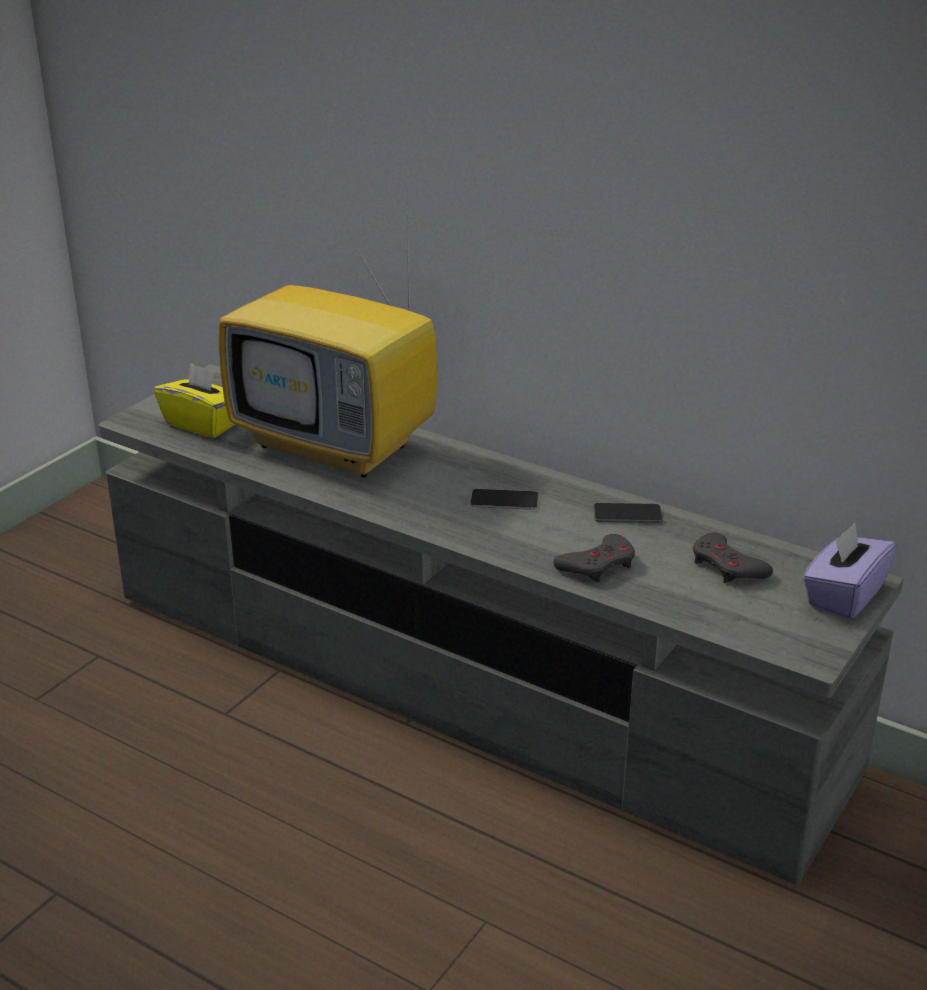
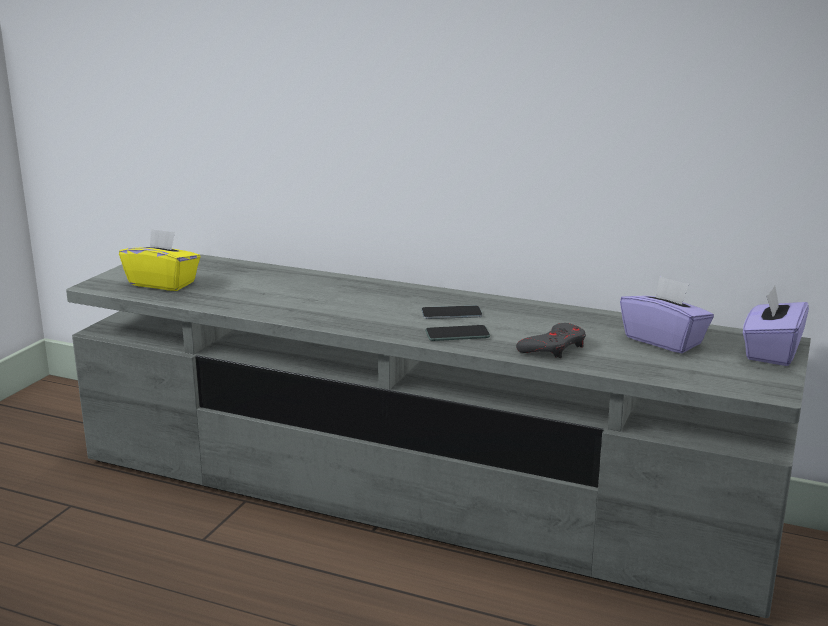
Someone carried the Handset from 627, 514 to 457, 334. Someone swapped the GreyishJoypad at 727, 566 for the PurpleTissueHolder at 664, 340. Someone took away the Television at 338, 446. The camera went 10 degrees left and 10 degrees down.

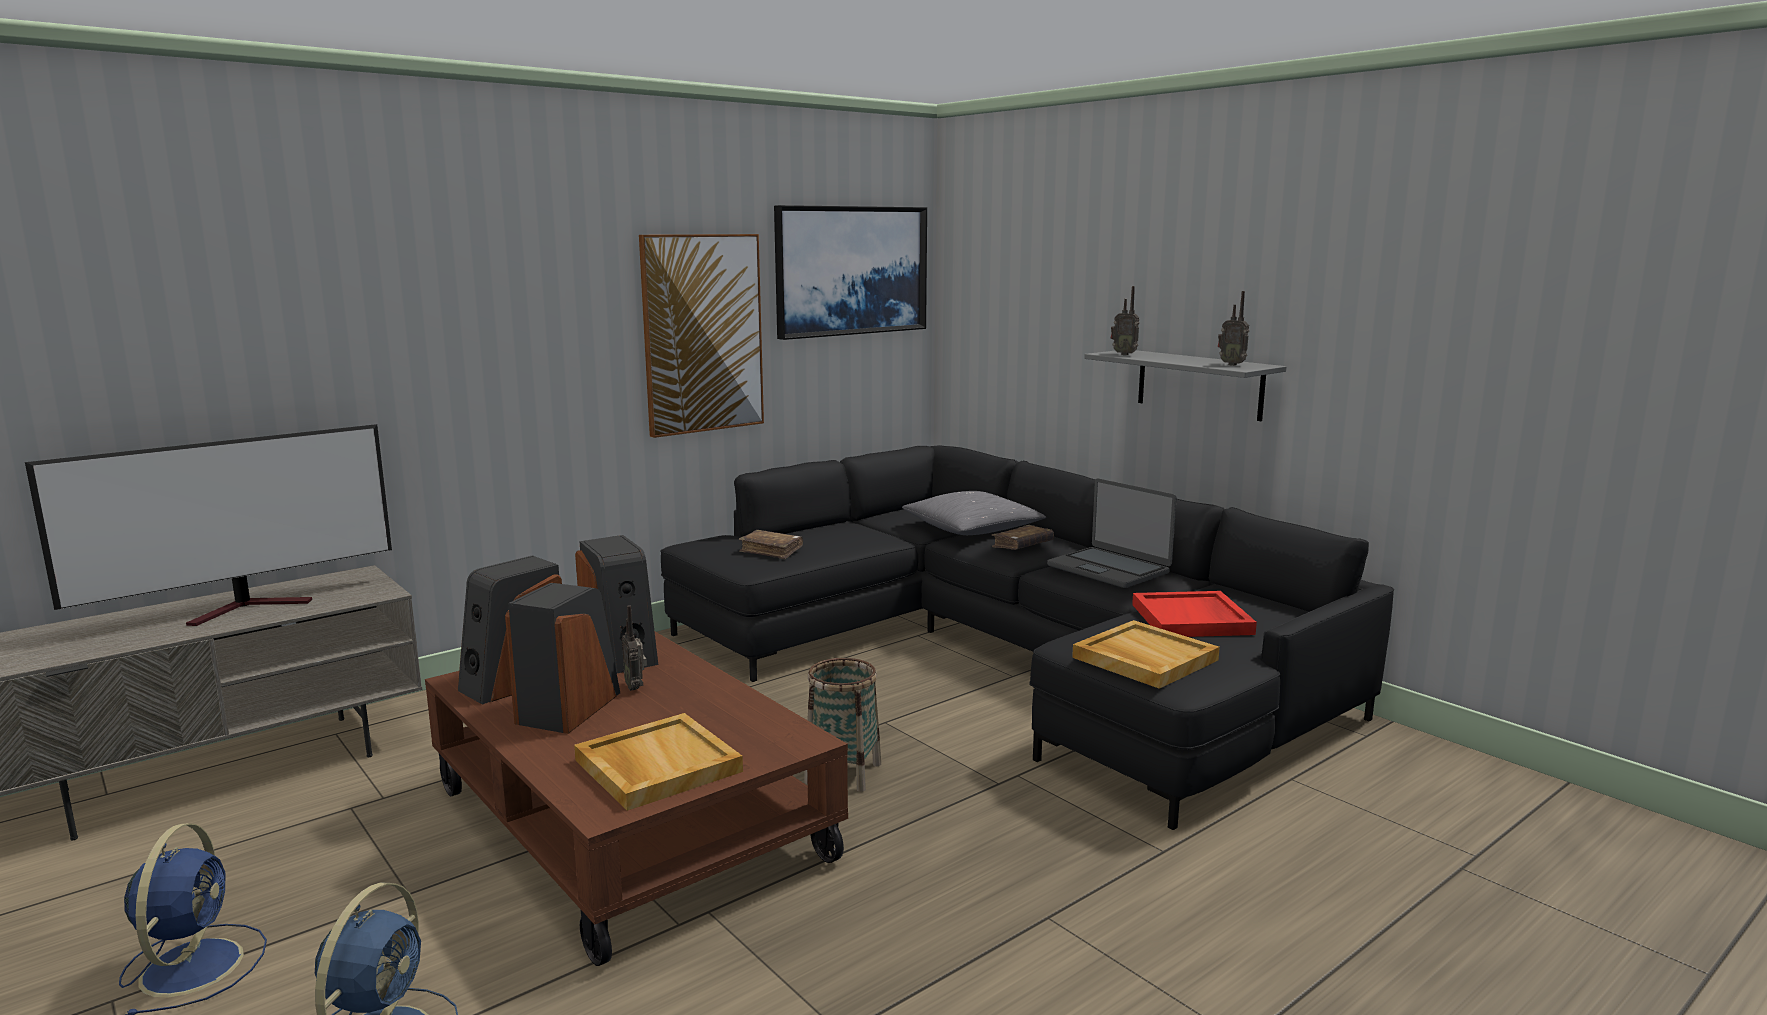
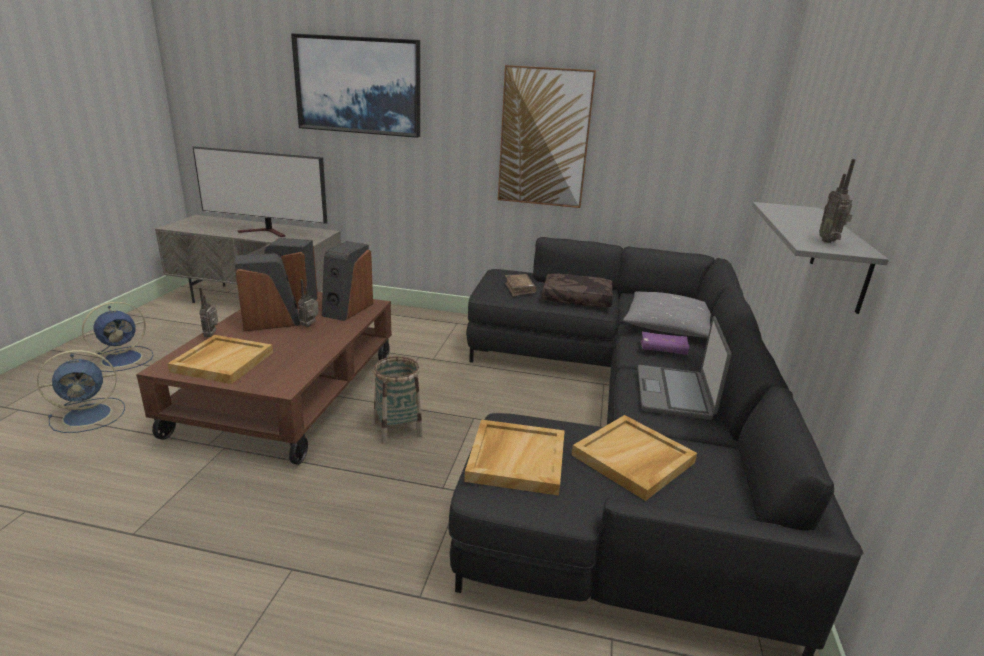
Someone carried the RadioSet from 1124, 354 to 212, 335. Someone carried the Picture from 851, 270 to 358, 85. Someone put down the BrownPillow at 576, 299. Someone repainted the RedTray at 1192, 619, which became the BeigeTray at 633, 459. Someone repainted the BrownBook at 1022, 546, which became the PurpleBook at 663, 349. The camera went 50 degrees right and 10 degrees up.

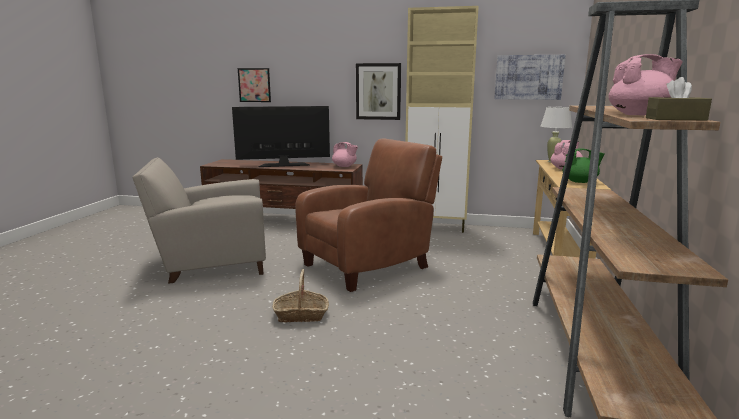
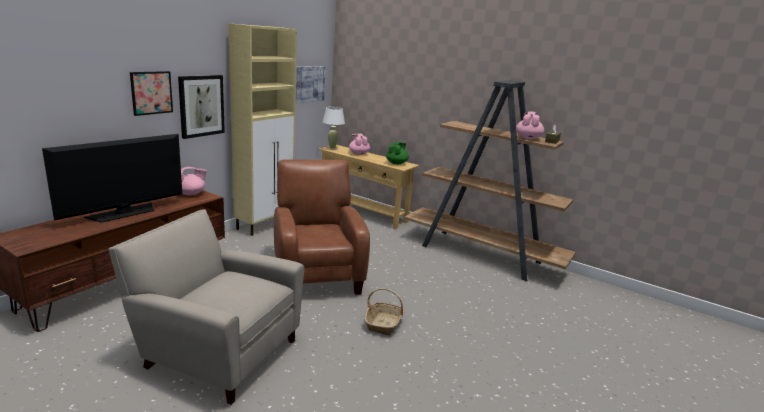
Someone rotated the Television at 284, 165 by 150 degrees counterclockwise. Someone rotated the BeigeLoungeChair at 211, 263 by 105 degrees clockwise. Someone carried the Picture from 254, 85 to 151, 93. The camera went 70 degrees left and 5 degrees up.

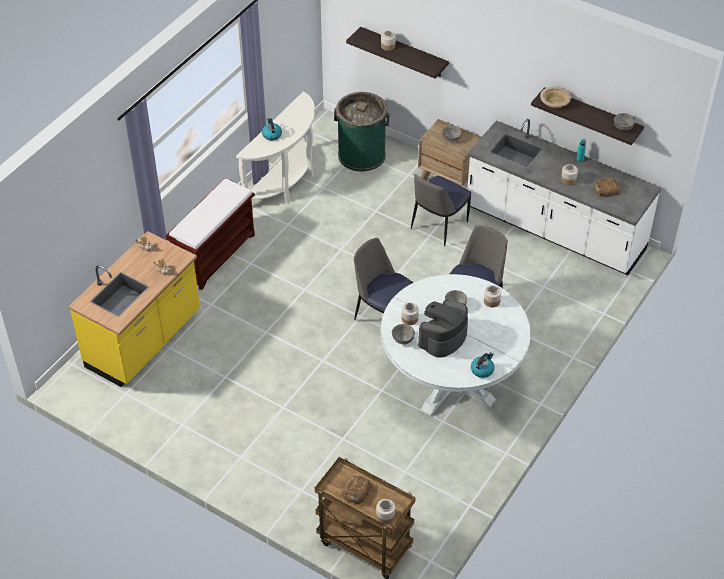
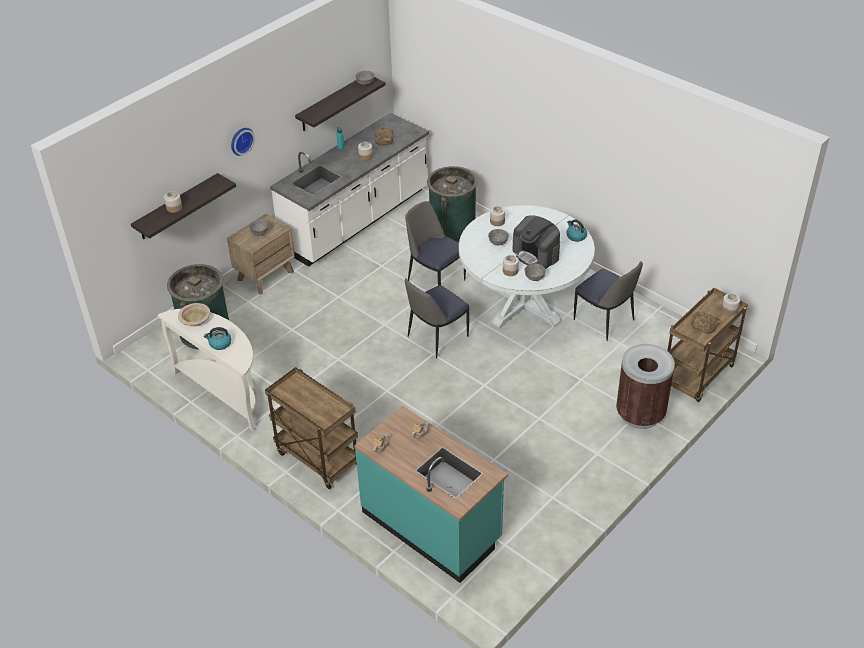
Someone carried the BeigeBowl from 554, 101 to 195, 319. Someone put up the HangingClock at 241, 140. Someone swapped the BrownBench at 215, 254 for the BrownCart at 316, 458. Someone repainted the YellowKitchenCounter at 144, 341, which became the BlueGreenKitchenCounter at 432, 525. Someone put down the GreenColouredWasteBin at 452, 229. Someone carried the Chair from 438, 226 to 605, 321. Someone put down the BrownWasteBin at 640, 414. The camera went 80 degrees left and 5 degrees down.

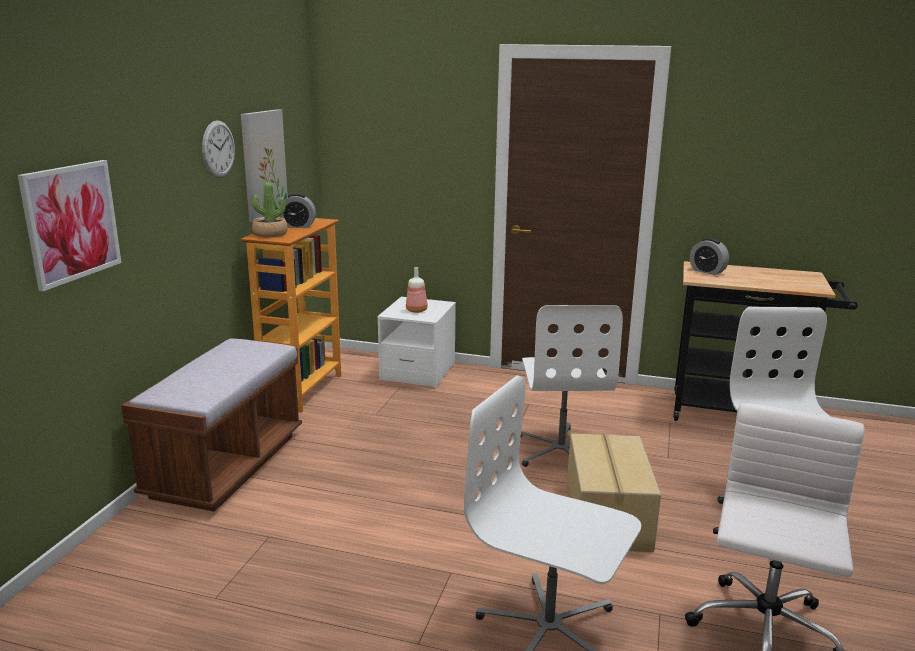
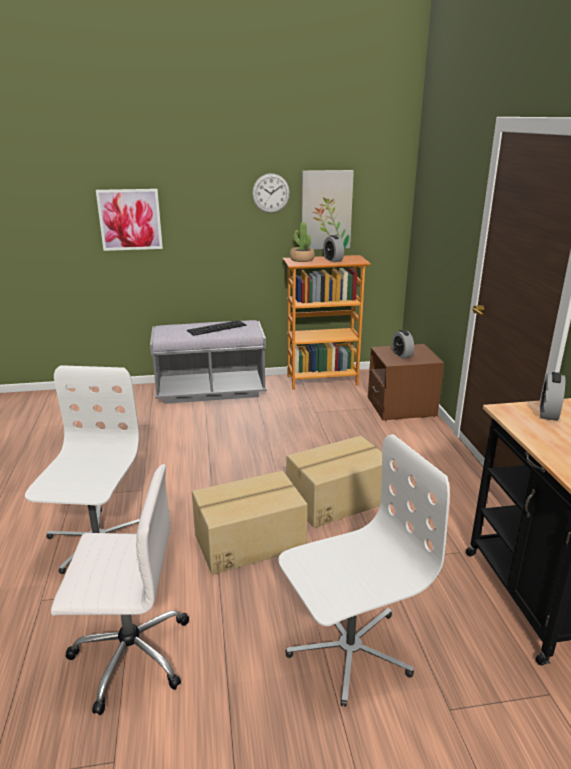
Someone repainted the BrownBench at 226, 465, which became the GreyishBench at 211, 391. Someone put down the Keyboard at 217, 328. Someone swapped the WhiteColouredDeskChair at 561, 451 for the CardboardBox at 336, 499. Someone repainted the WhiteColouredNightstand at 418, 372, which became the BrownNightstand at 401, 407. Someone swapped the BeverageBottle at 417, 310 for the AlarmClock at 401, 355. The camera went 65 degrees right and 5 degrees up.

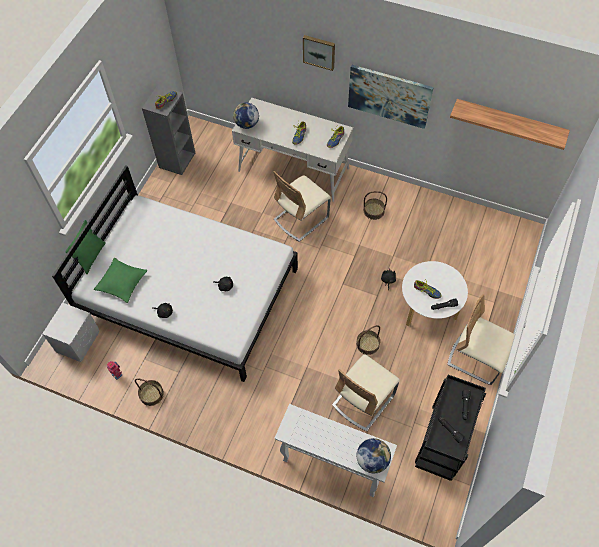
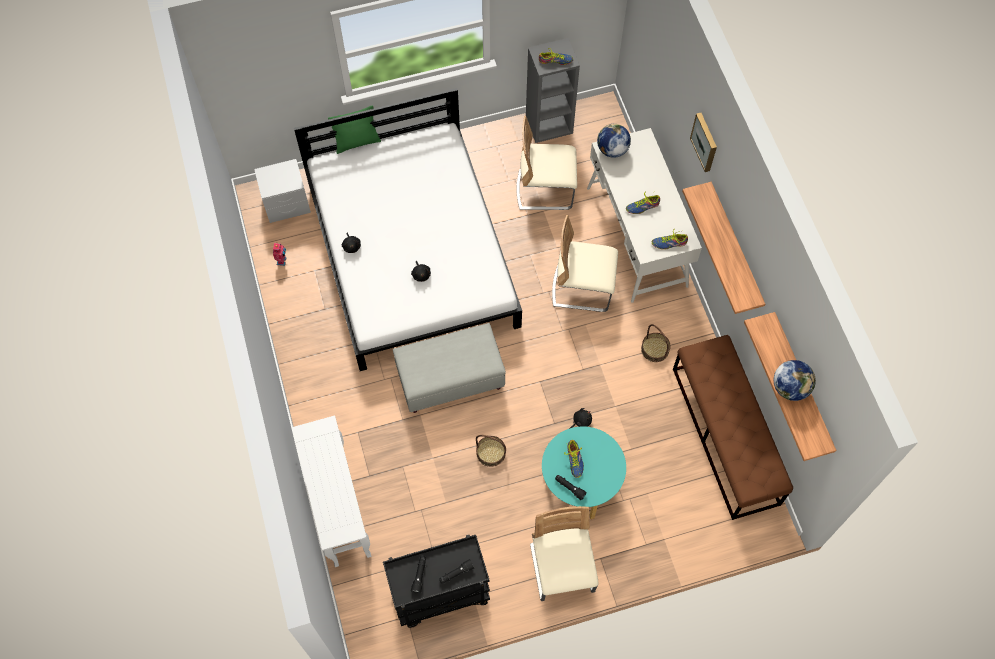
Someone put down the GreyishFootrest at 451, 379. Someone carried the BeigeChair from 363, 400 to 545, 190. Someone repainted the WhiteColouredCoffeeTable at 428, 309, which became the BlueGreenCoffeeTable at 580, 483. Someone put down the BrownBench at 725, 436. Someone swapped the Picture at 389, 96 for the WallShelf at 735, 248. Someone carried the DeskGlobe from 372, 460 to 790, 387. Someone took away the GreenColouredPillow at 122, 283. Someone took away the Basket at 151, 394. The camera went 50 degrees right and 5 degrees up.

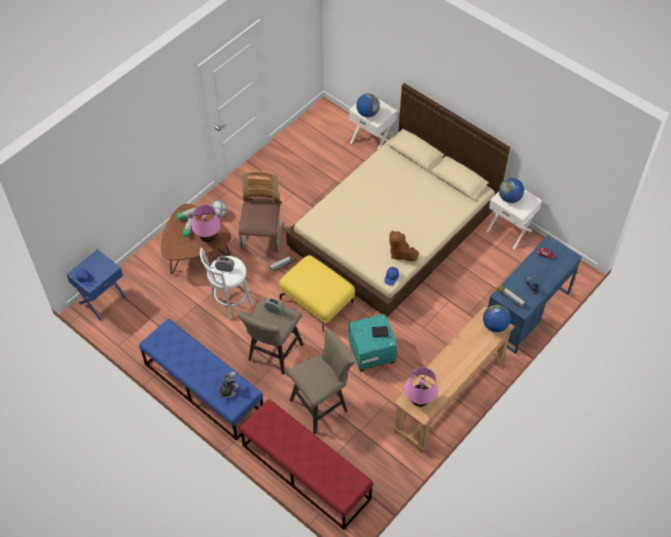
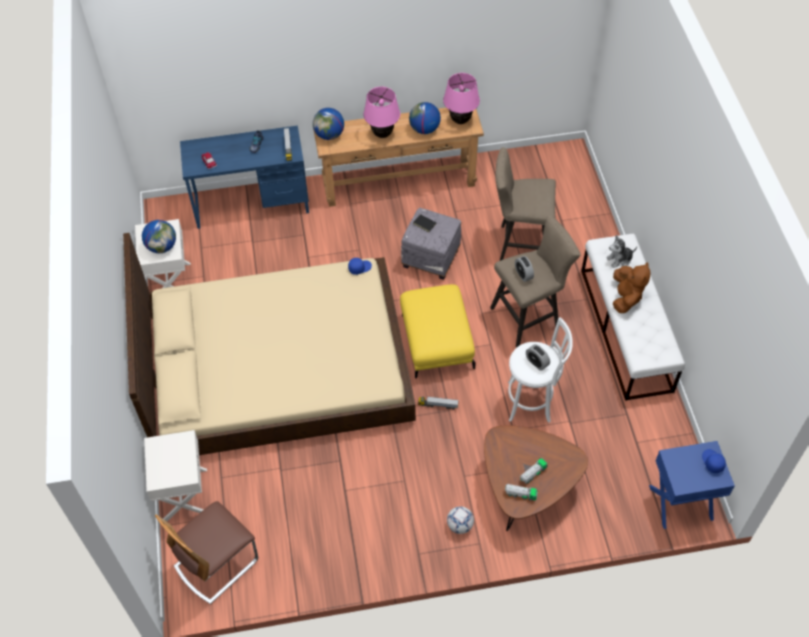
Someone carried the Chair from 262, 236 to 216, 563. Someone carried the PinkTableLamp from 208, 239 to 382, 134. Someone repainted the BlueGreenFootrest at 371, 353, which became the GreyishFootrest at 431, 258. Someone carried the DeskGlobe from 367, 113 to 424, 129. Someone repainted the BluishBench at 203, 388, which became the WhiteColouredBench at 626, 330. Someone carried the BrownSoftToy from 400, 253 to 626, 297. Someone took away the RedBench at 305, 472. The camera went 140 degrees left and 0 degrees up.

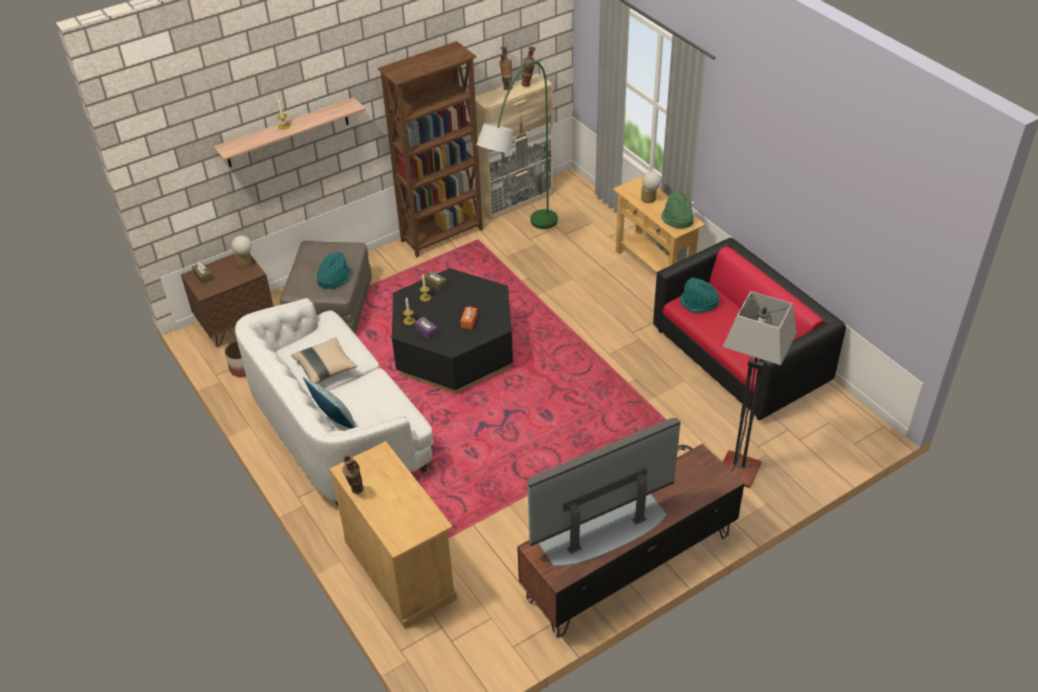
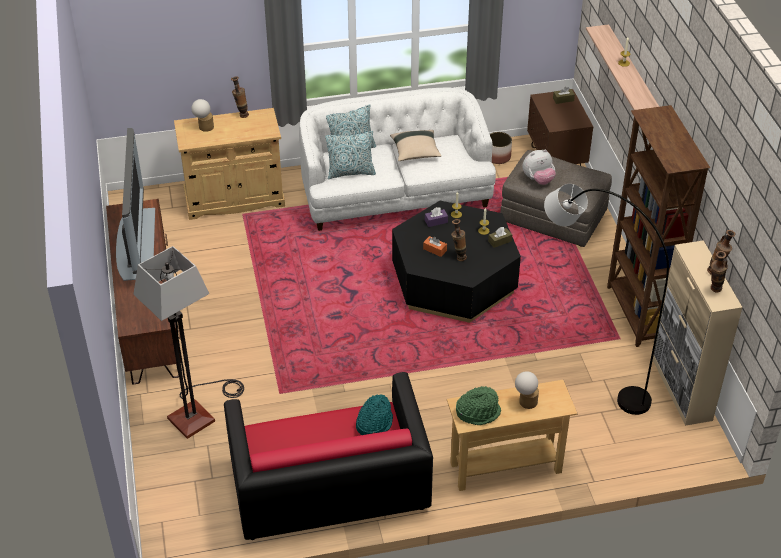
Someone carried the TableLamp from 245, 264 to 204, 127. Someone put down the Pillow at 351, 172. Someone put down the DecorativeVase at 458, 257. Someone swapped the BlueGreenWearableHat at 333, 278 for the SoftToy at 538, 180. Someone repainted the GreenColouredStandingLamp at 521, 250, which became the GreyishStandingLamp at 586, 367. The camera went 110 degrees right and 0 degrees up.

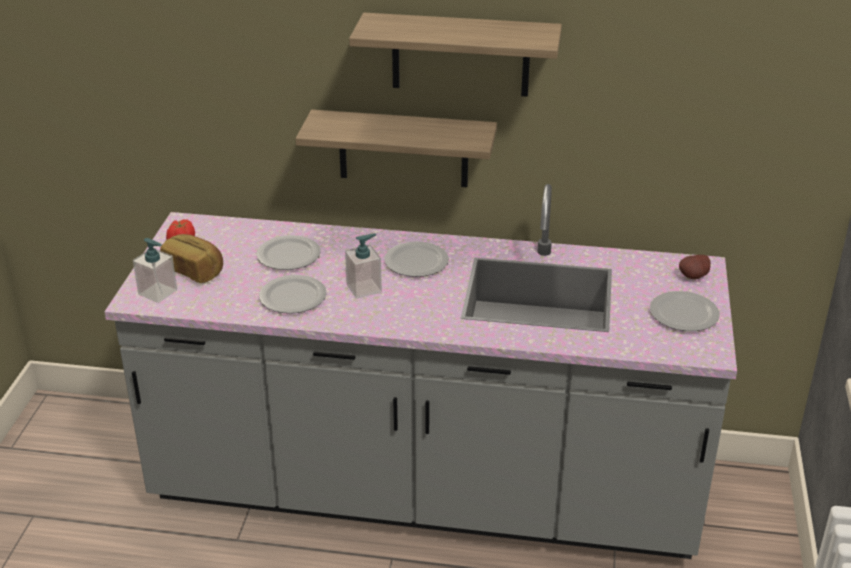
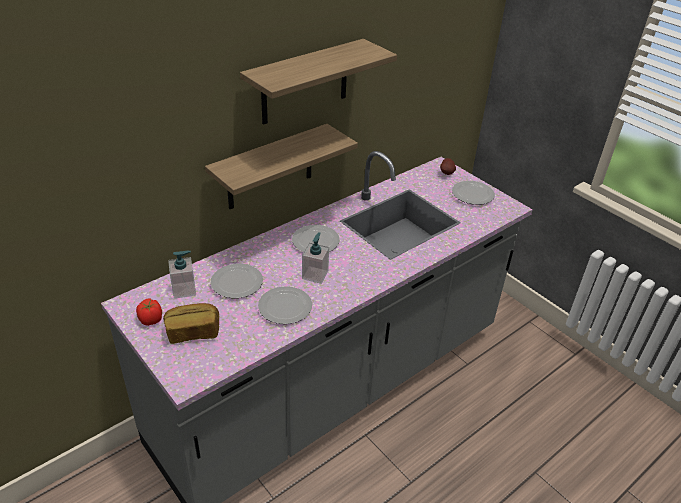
Someone carried the SoapBottle from 158, 292 to 184, 290. The camera went 50 degrees left and 5 degrees up.

